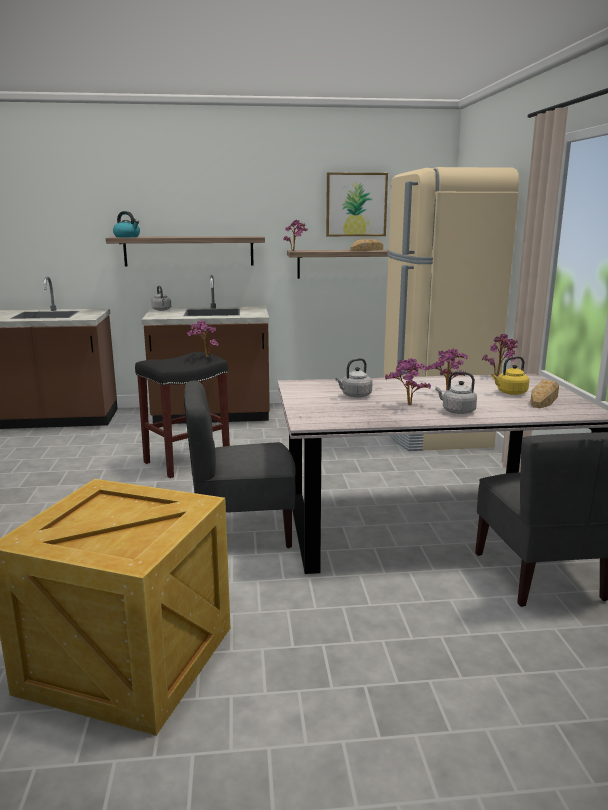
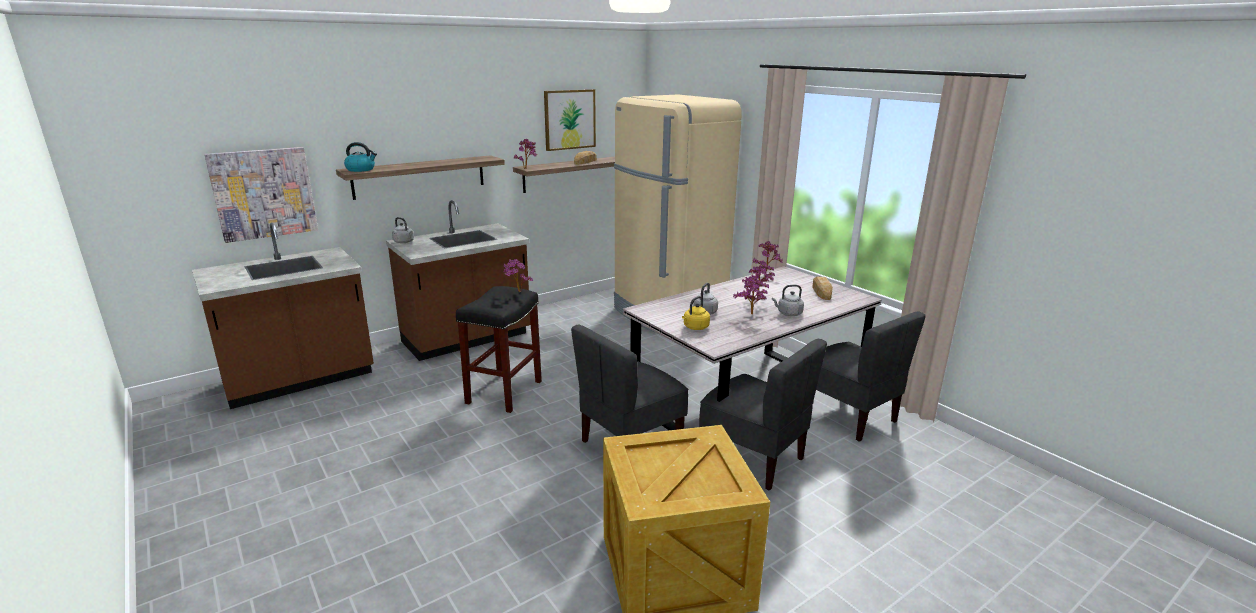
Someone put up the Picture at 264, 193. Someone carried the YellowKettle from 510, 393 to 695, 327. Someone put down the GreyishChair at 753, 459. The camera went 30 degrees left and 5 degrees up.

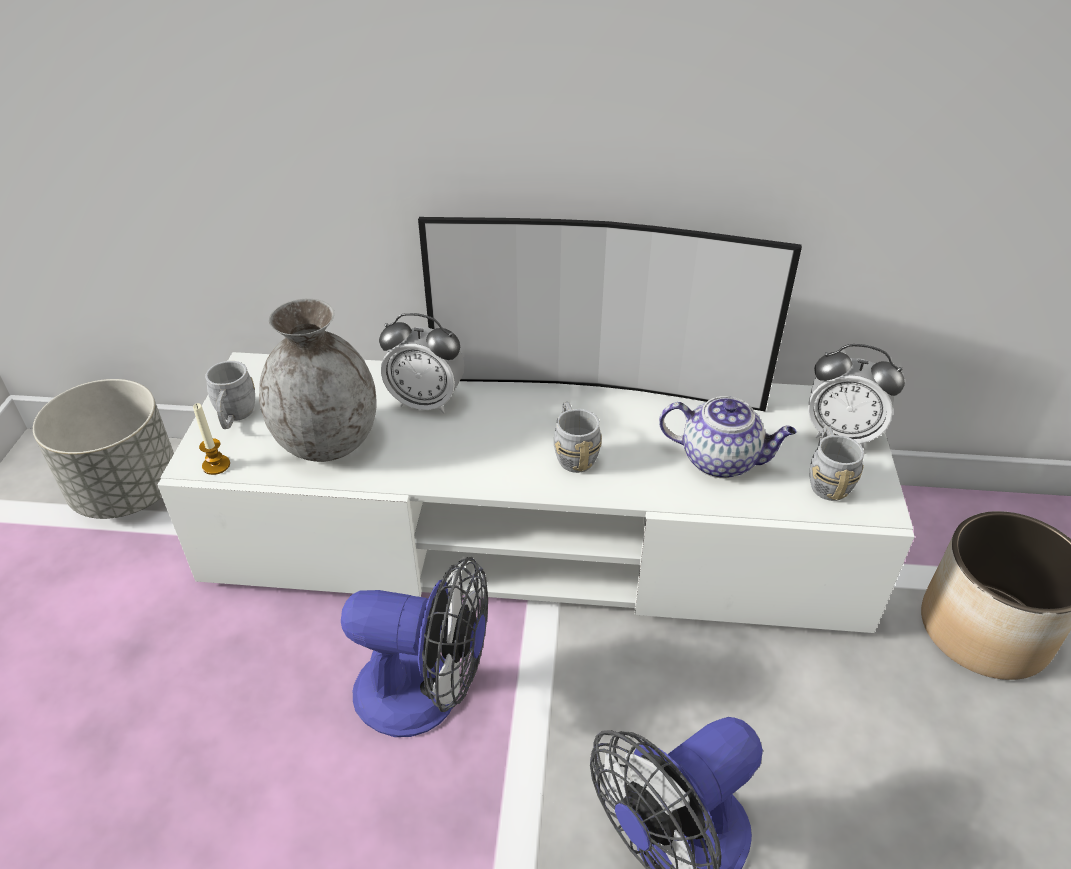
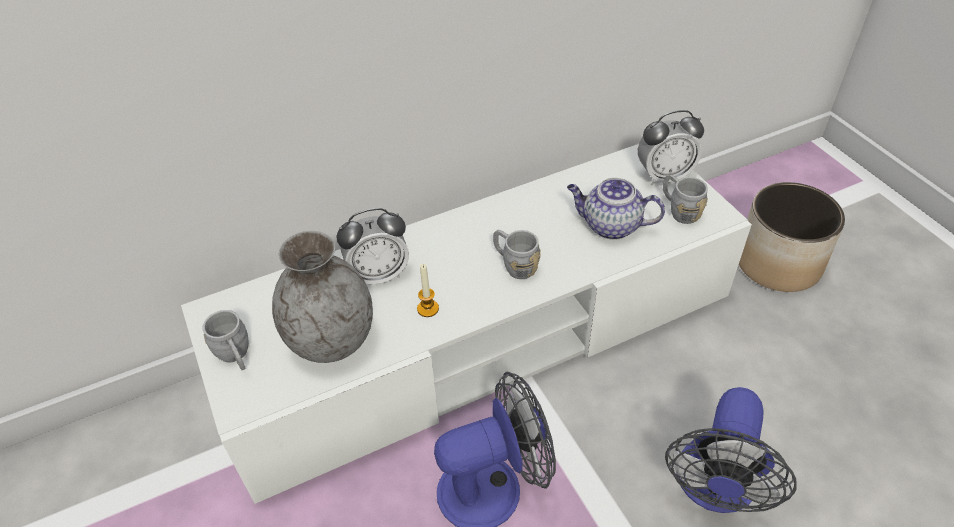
Someone carried the WaxLight from 216, 465 to 428, 308. Someone rotated the TeaPot at 721, 460 by 150 degrees counterclockwise. Someone took away the GreyishPlanter at 128, 490. Someone took away the Television at 597, 386. The camera went 30 degrees left and 5 degrees up.

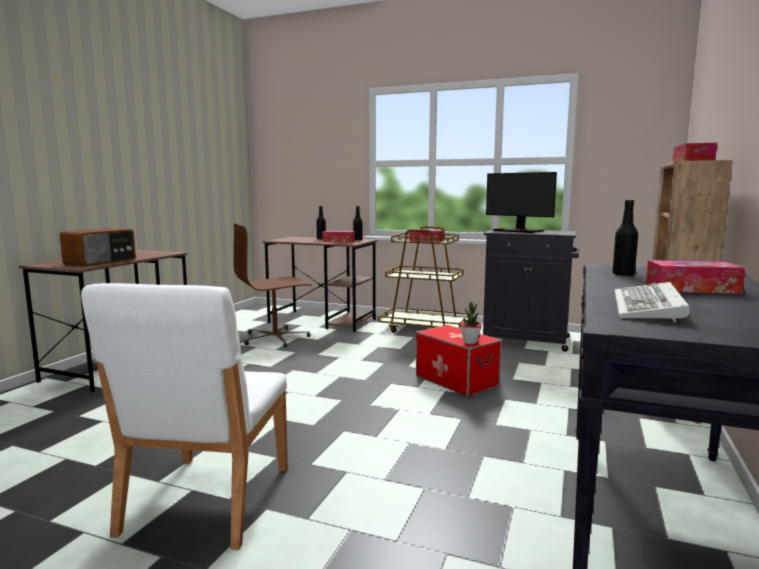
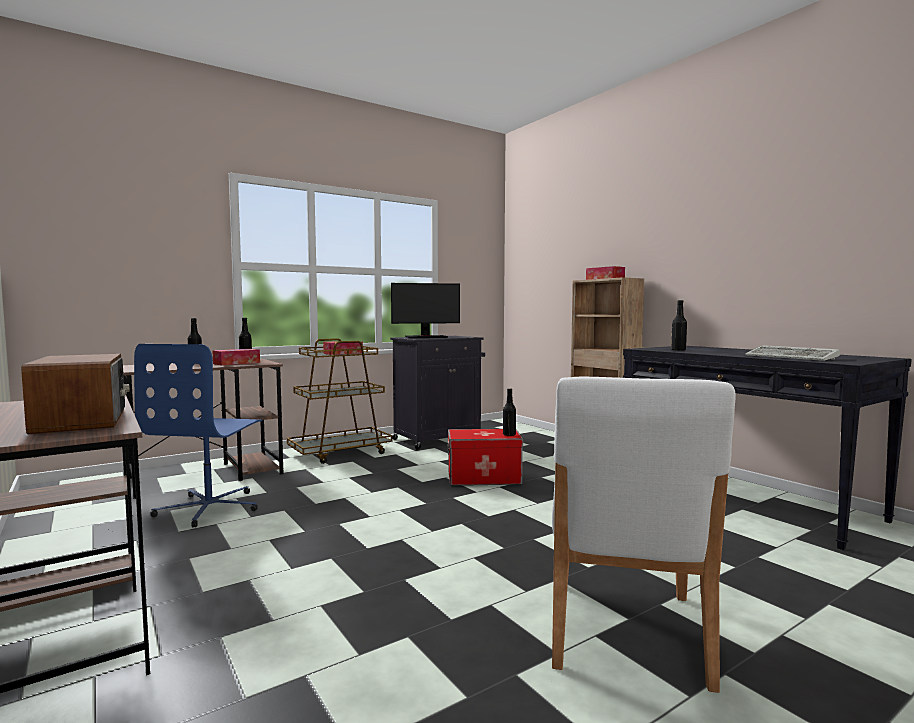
Someone repainted the BrownDeskChair at 276, 338, which became the BluishDeskChair at 210, 508. Someone swapped the Houseplant at 470, 342 for the BlackishBeverageBottle at 509, 435. Someone rotated the WhiteColouredChair at 206, 500 by 60 degrees clockwise. Someone took away the TissueHolder at 691, 289. The camera went 55 degrees left and 5 degrees down.

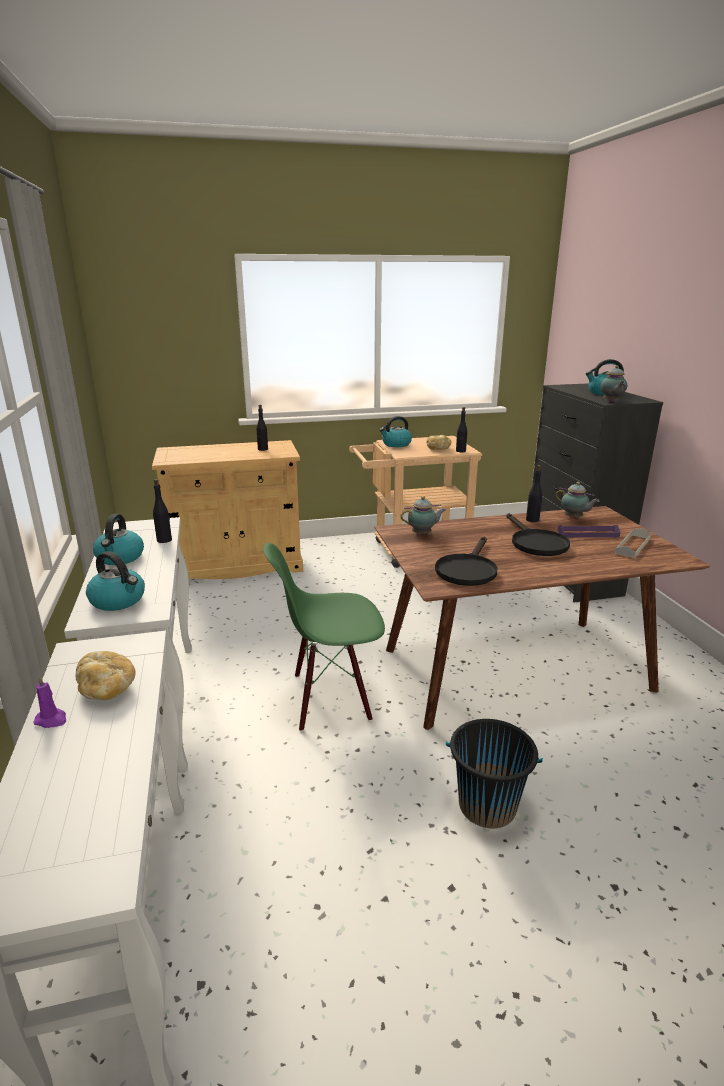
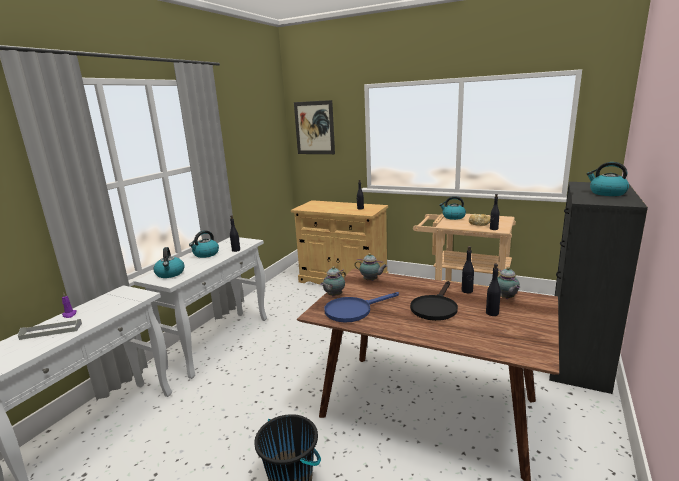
Someone carried the GreyishTray from 632, 546 to 51, 331. Someone put up the Picture at 314, 128. Someone carried the TeaPot from 611, 401 to 334, 295. Someone repainted the BlackishPan at 467, 569, which became the BluishPan at 353, 310. Someone swapped the PurpleTray at 588, 534 for the BlackishBeverageBottle at 492, 313. Someone took away the BakeryBread at 107, 689. Someone took away the GreenColouredChair at 330, 698. The camera went 40 degrees right and 5 degrees down.

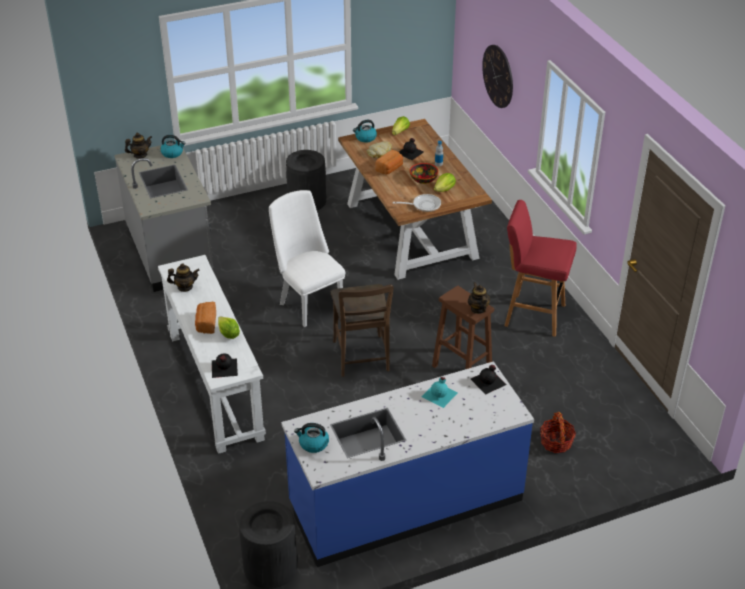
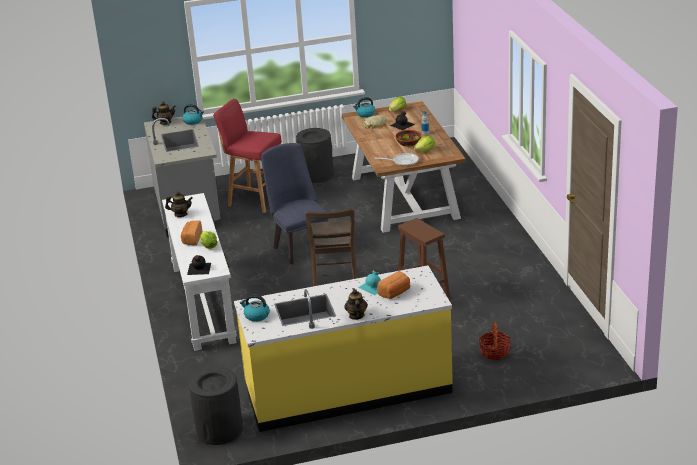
Someone carried the RedSittingStool from 533, 314 to 255, 199. Someone repainted the BluishKitchenCounter at 405, 502, which became the YellowKitchenCounter at 348, 390. Someone repainted the WhiteColouredChair at 308, 303, which became the BluishChair at 299, 248. Someone carried the TeaPot from 478, 309 to 356, 315. Someone carried the BakeryBread from 390, 169 to 395, 293. Someone took away the BlackishBeverageBottle at 489, 381. Someone took away the HangingClock at 498, 76. The camera went 10 degrees right and 10 degrees down.

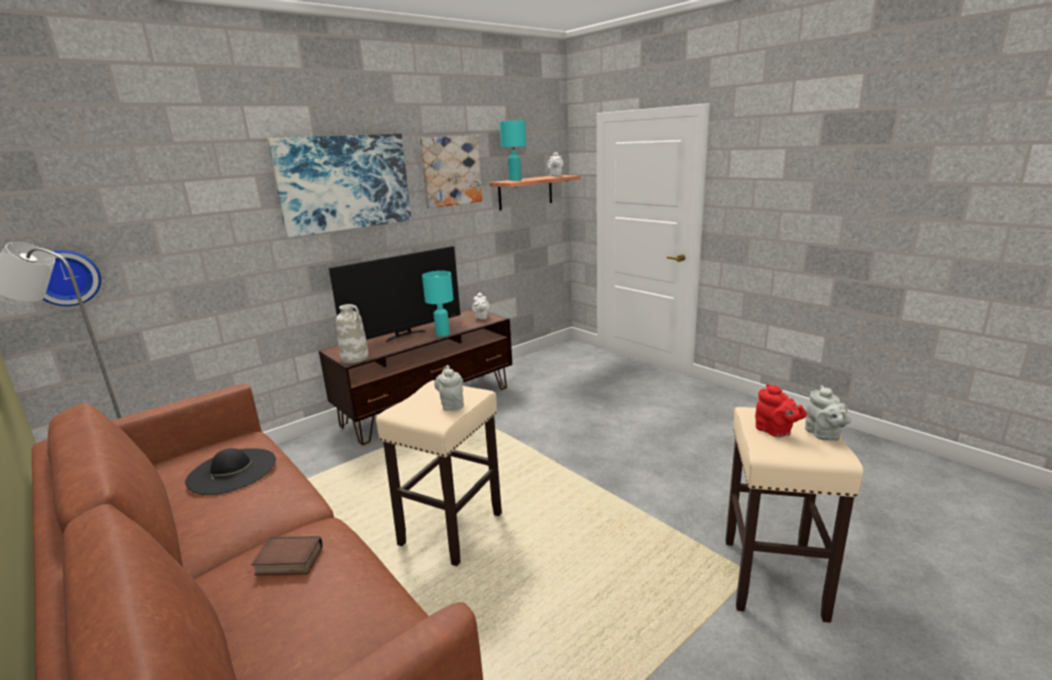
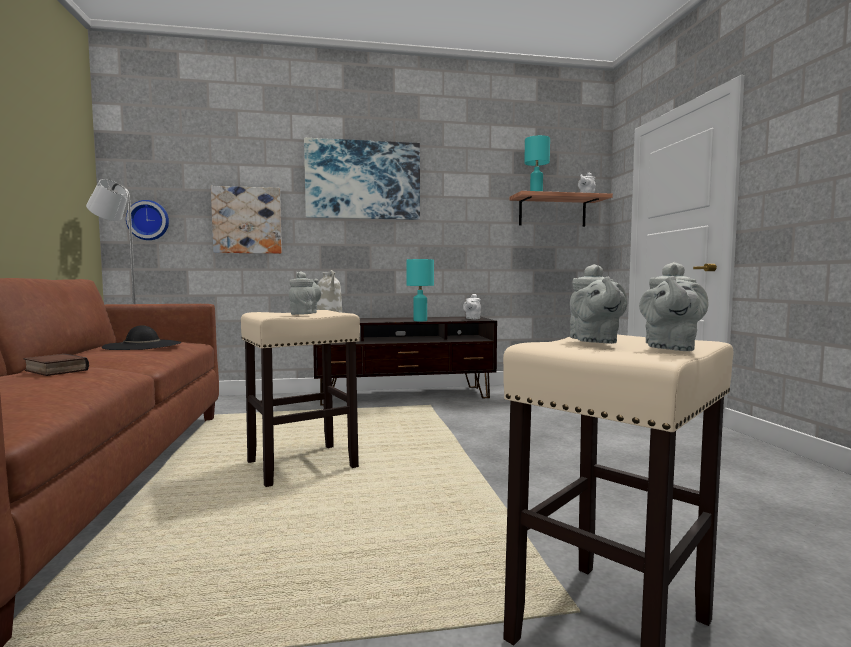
Someone carried the Picture from 451, 171 to 247, 220. Someone repainted the RedTeaPot at 775, 432, which became the GreyishTeaPot at 594, 341. Someone took away the Television at 404, 335. The camera went 30 degrees right and 15 degrees down.

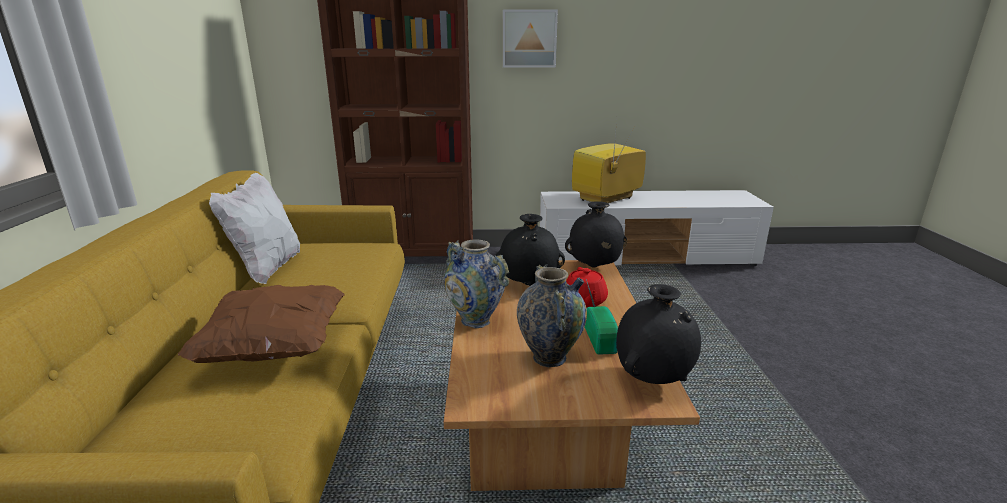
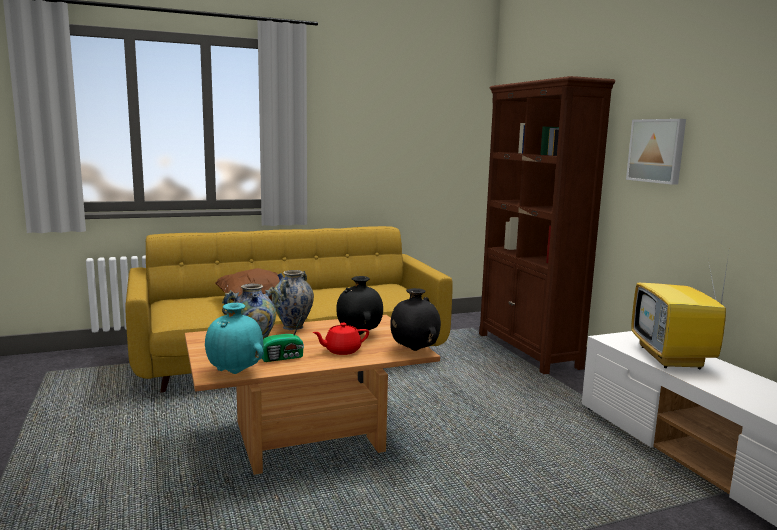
Someone repainted the BlackishDecorativeVase at 653, 378, which became the BlueGreenDecorativeVase at 235, 372. Someone rotated the Television at 606, 200 by 120 degrees counterclockwise. Someone took away the WhiteColouredPillow at 267, 268. The camera went 70 degrees right and 10 degrees down.

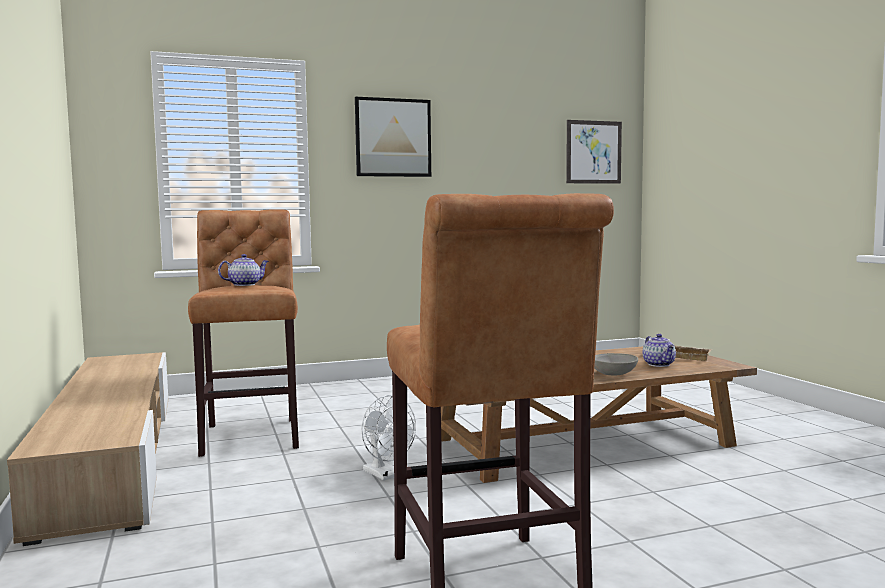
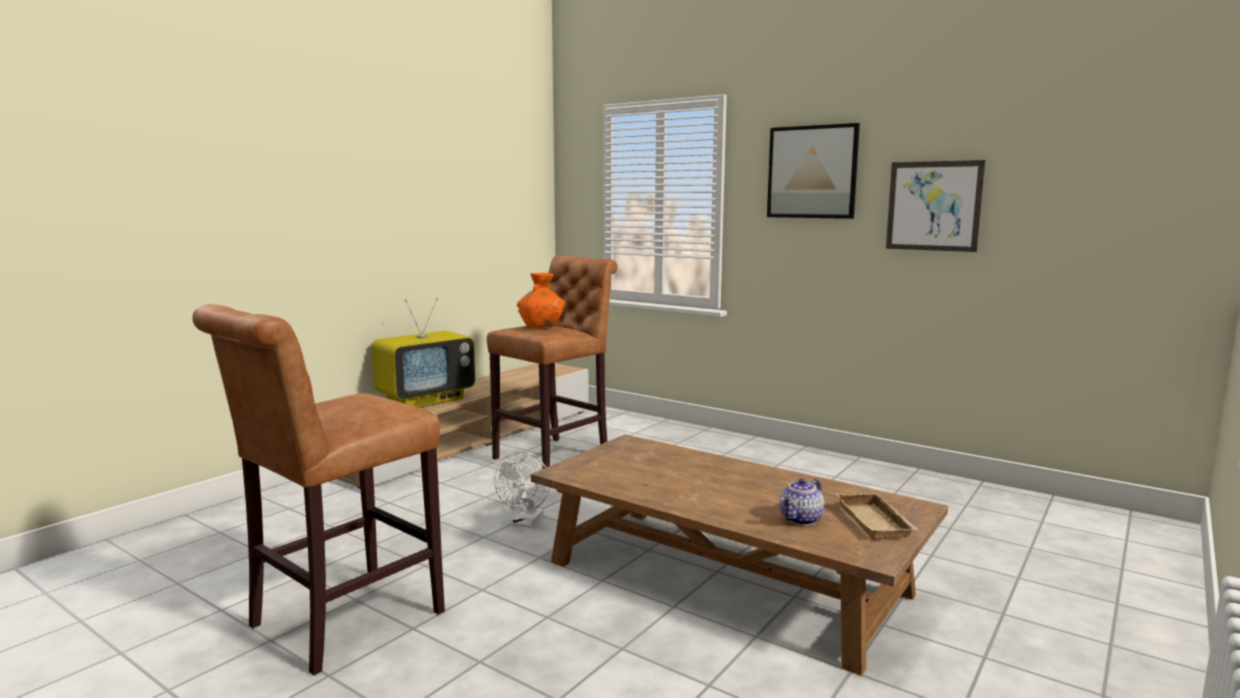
Someone put down the Television at 426, 400. Someone swapped the TeaPot at 244, 285 for the OrangeColouredDecorativeVase at 541, 326. Someone carried the Picture from 593, 152 to 933, 206. Someone took away the GreyishBowl at 614, 374. The camera went 55 degrees right and 5 degrees up.

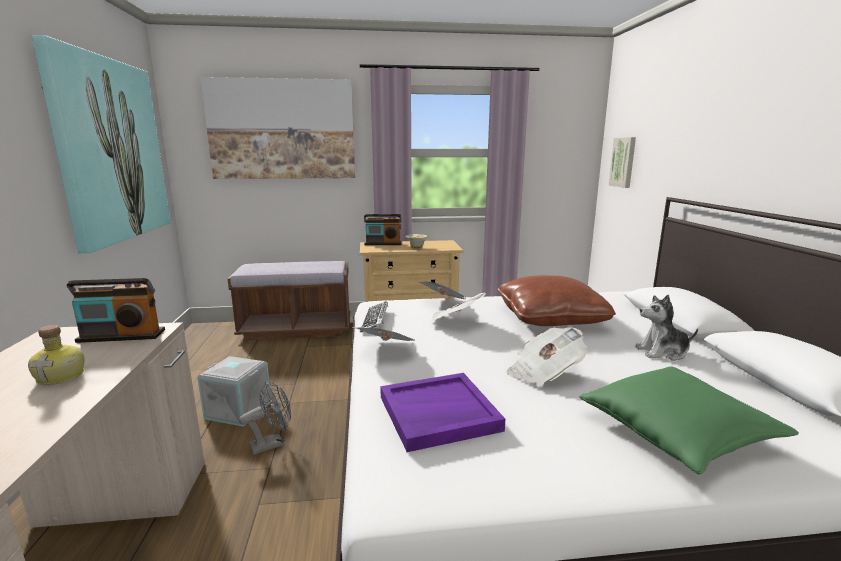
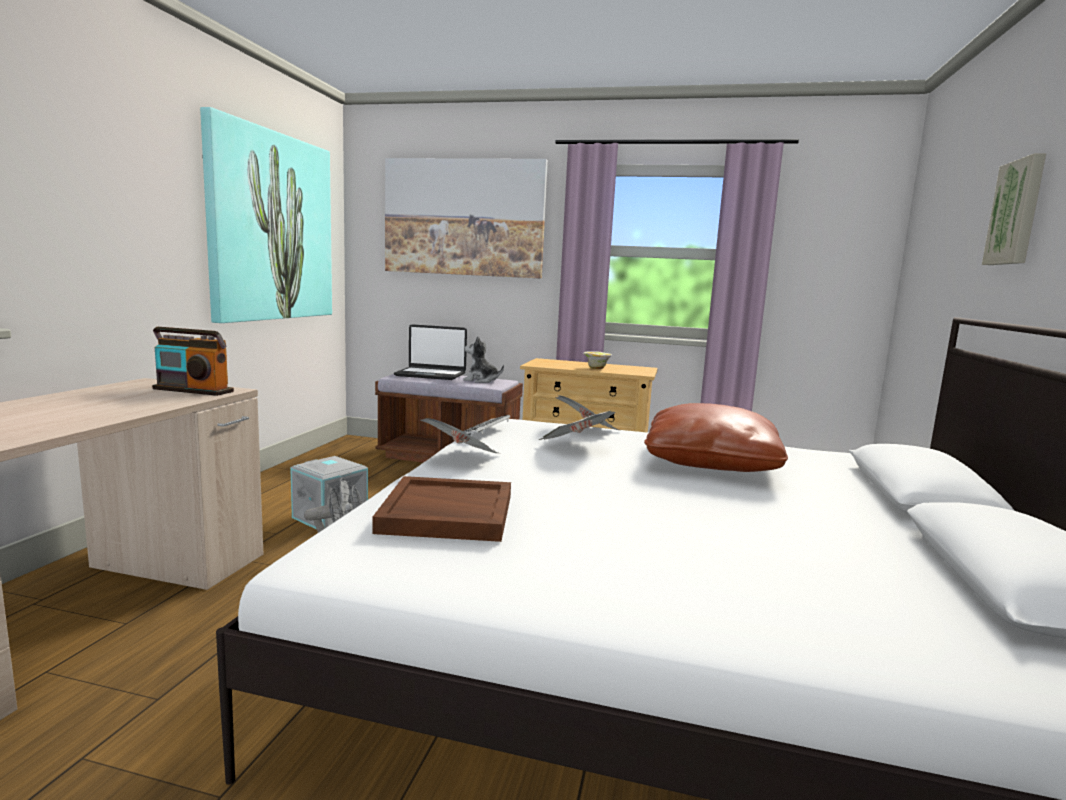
Someone repainted the PurpleTray at 438, 414, which became the BrownTray at 446, 514. Someone put down the NotebookComputer at 430, 374. Someone carried the SoftToy from 663, 352 to 481, 380. Someone carried the Picture from 623, 162 to 1017, 213. Someone took away the BeverageBottle at 62, 376. Someone took away the RadioSet at 383, 244. Someone took away the DailyPaper at 544, 373. Someone took away the GreenColouredPillow at 677, 433. The camera went 20 degrees right and 5 degrees down.

